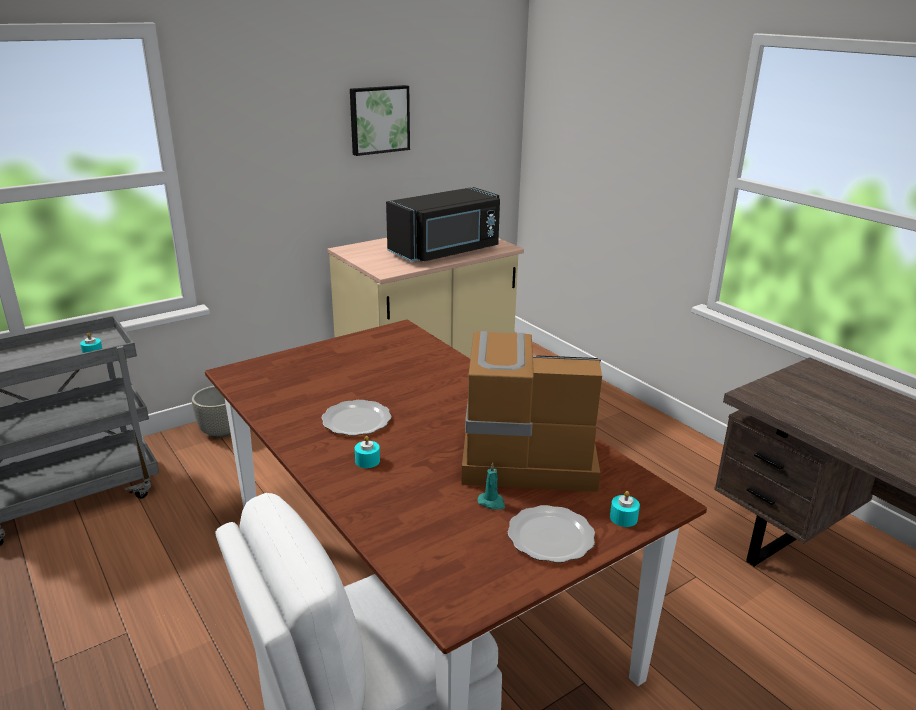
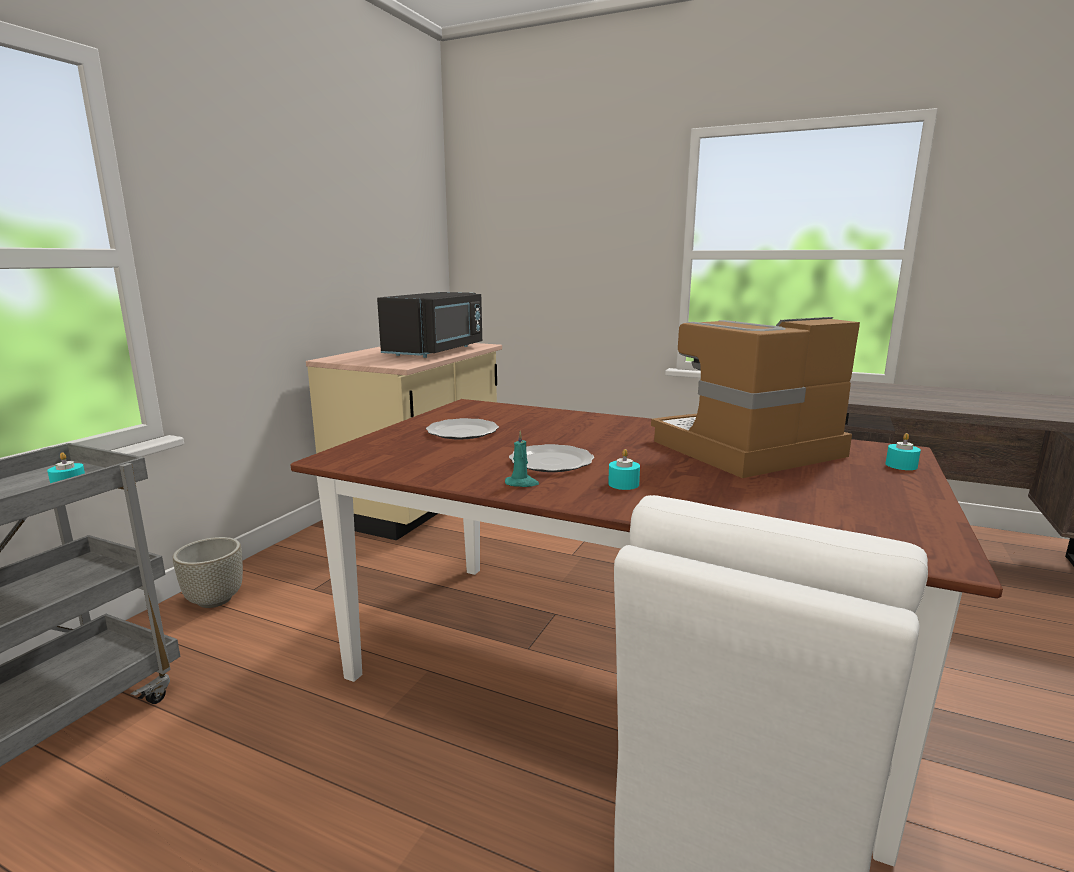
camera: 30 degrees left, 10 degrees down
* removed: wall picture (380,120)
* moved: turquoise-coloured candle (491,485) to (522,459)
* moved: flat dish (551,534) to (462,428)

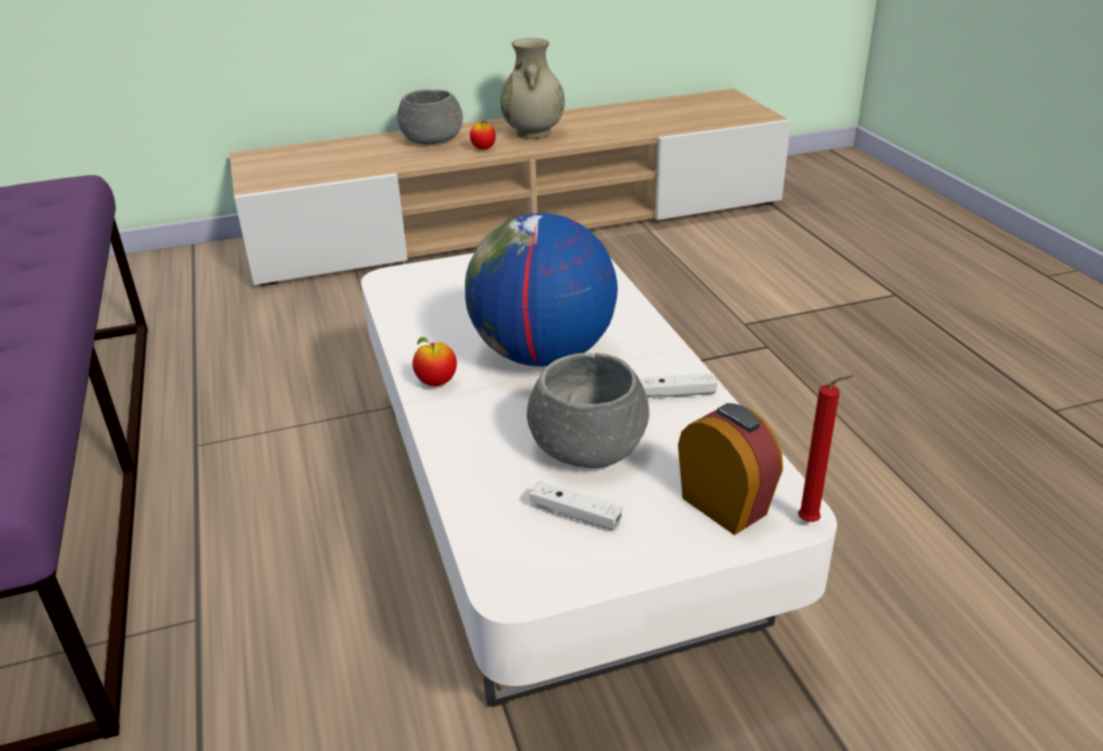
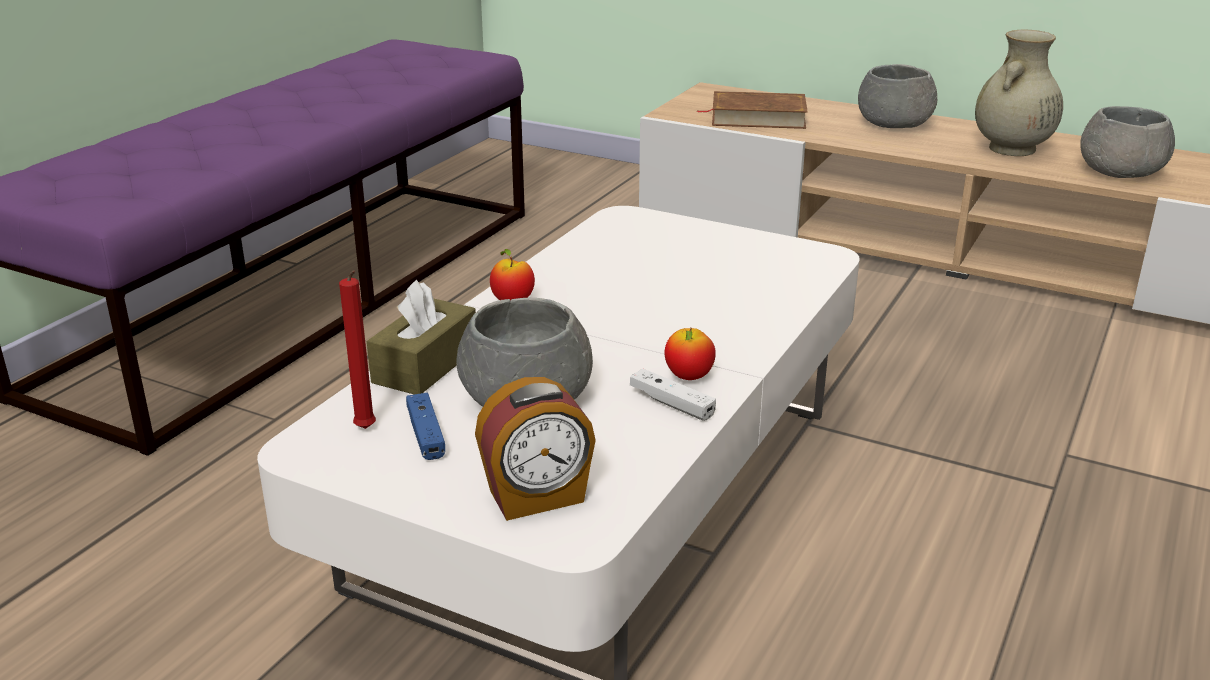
camera: 45 degrees right, 5 degrees down
* removed: world globe (541,290)
* added: brown-coloured tissue holder (421,337)
* added: brown-coloured book (752,110)
* added: gray deep dish (1127,142)
* moved: apple fruit (483,135) to (690,354)
* moved: reddish candle (826,448) to (357,349)
* recoloured: white-coloured game controller (576,506) to blue-coloured game controller (425,426)
* turned: table clock (730,469) = (535,449) 60 degrees clockwise

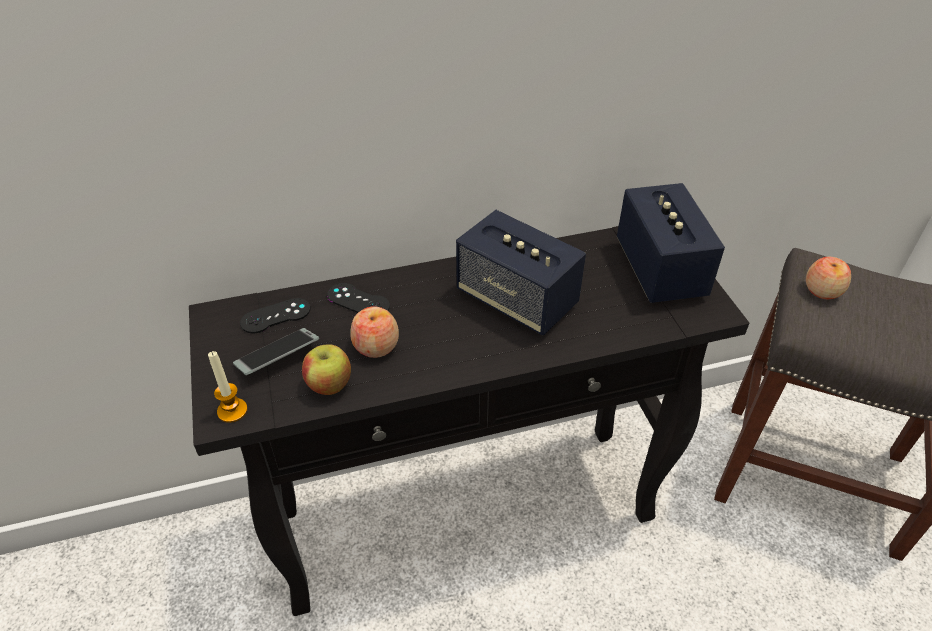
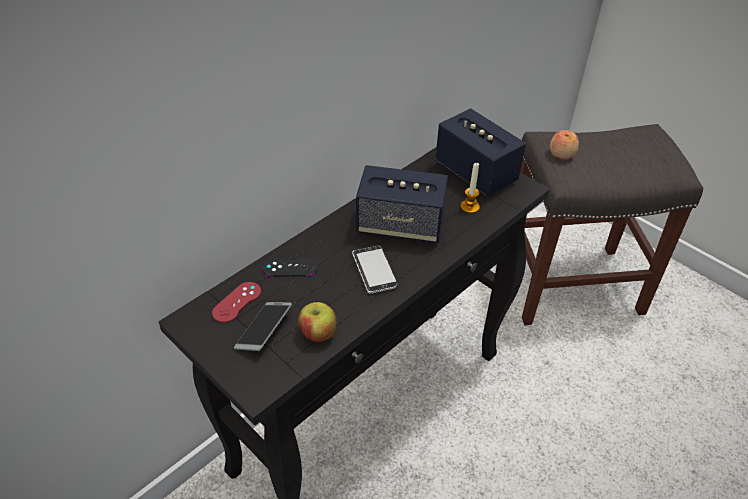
camera: 30 degrees left, 0 degrees up
* removed: apple fruit (374,332)
* added: telephone (375,269)
* moved: candle (228,387) to (470,187)
* recoloured: black-coloured game controller (275,315) to reddish game controller (236,302)

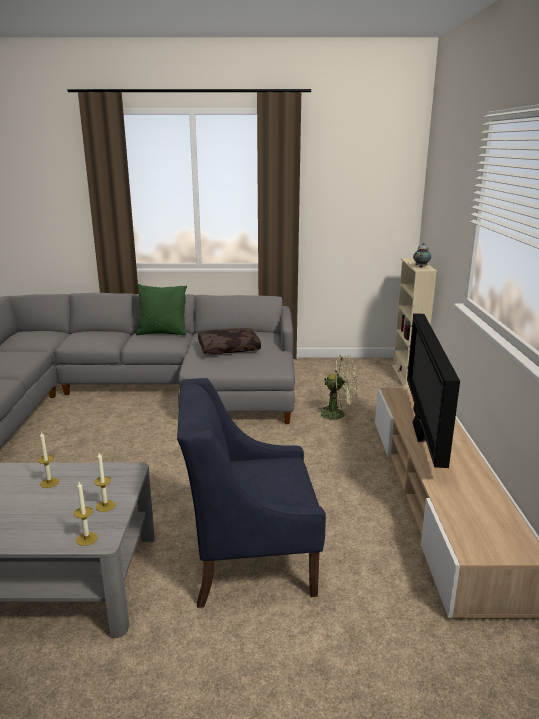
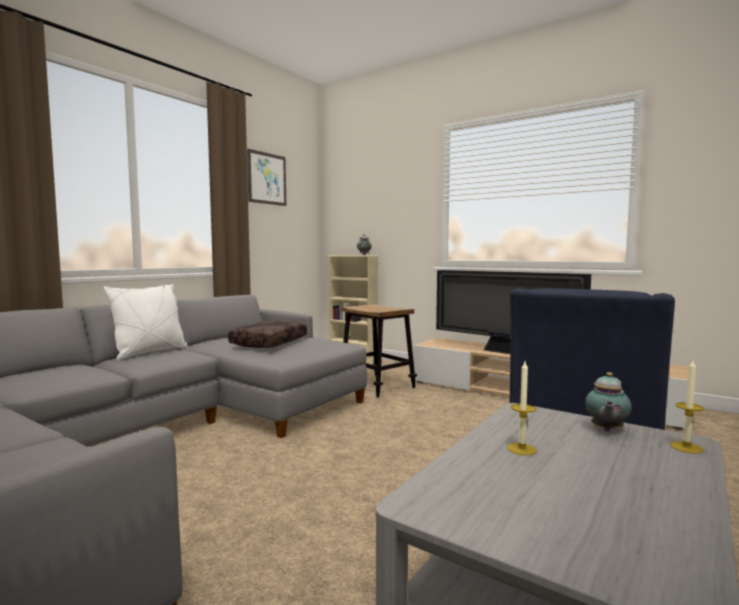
camera: 55 degrees left, 15 degrees down
* added: wall picture (266,177)
* replaced: candle (104,482) to teapot (608,401)
* replaced: green cooling fan (336,390) to stool (379,351)
* recoloured: green throw pillow (161,309) to white-coloured throw pillow (146,322)

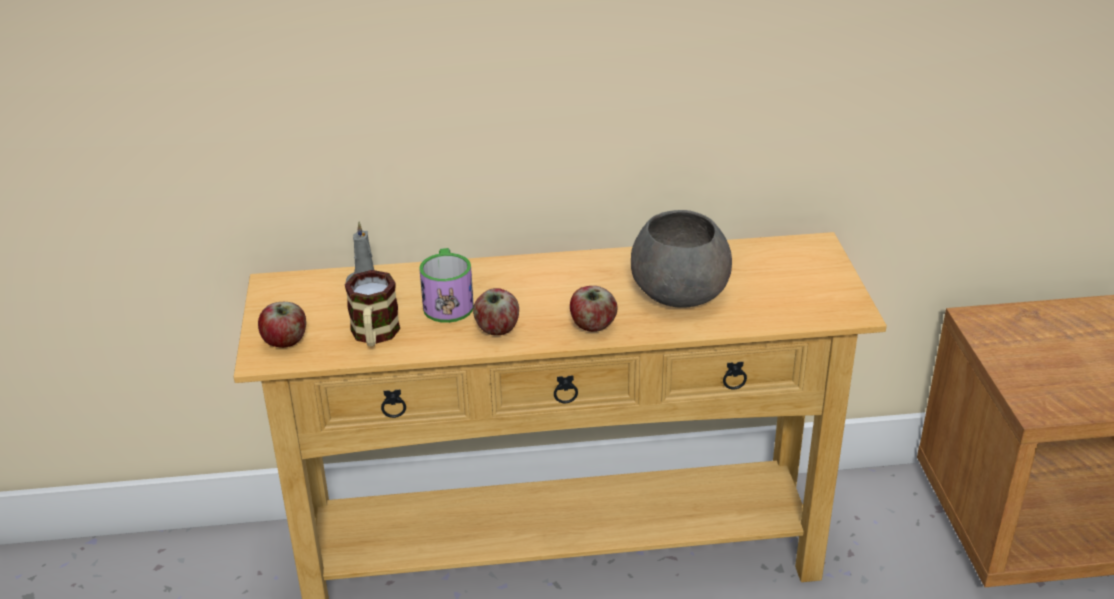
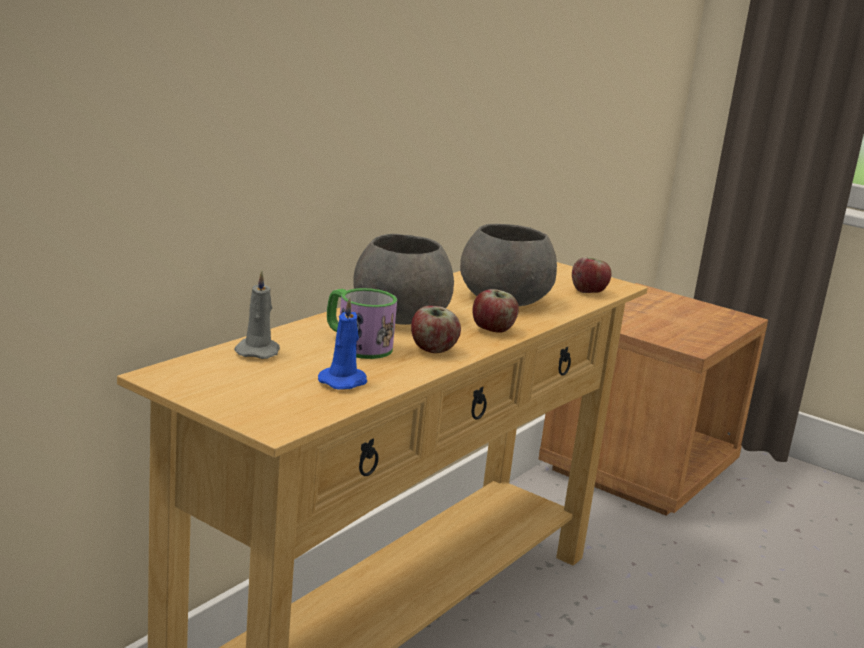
camera: 50 degrees left, 15 degrees down
* added: gray deep dish (403,279)
* moved: apple fruit (282,325) to (592,275)
* replaced: mug (372,308) to blue-coloured candle (343,343)

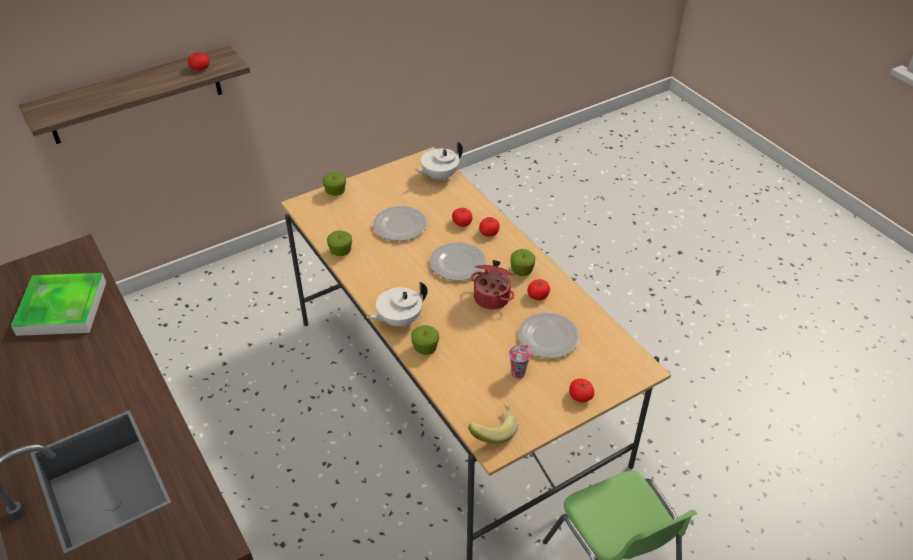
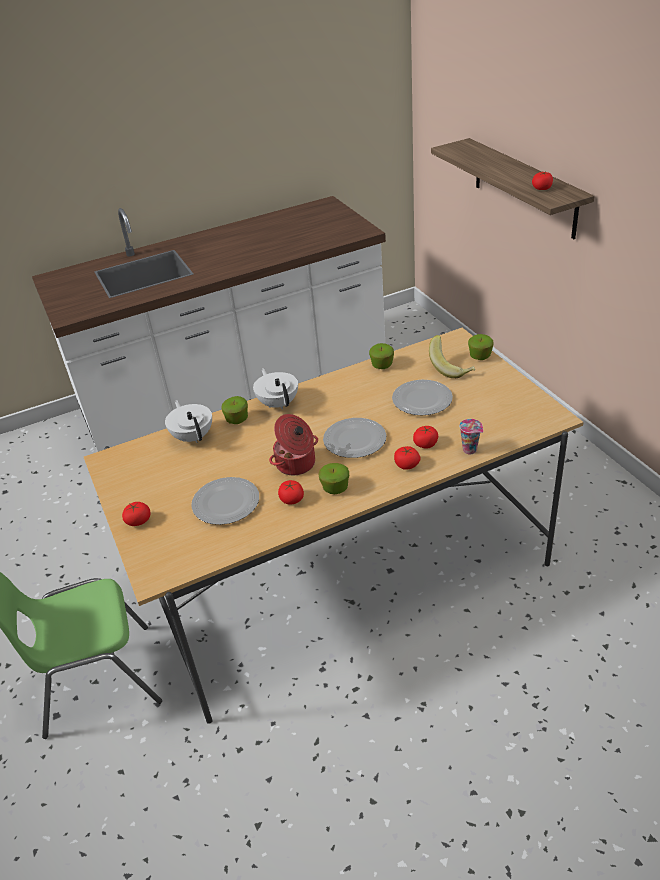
camera: 100 degrees right, 5 degrees down
* removed: carrying tray (58,304)
* moved: white-coloured teapot (439,161) to (188,421)
* moved: whole banana (493,424) to (452,356)
* moved: drinking cup (520,362) to (471,436)

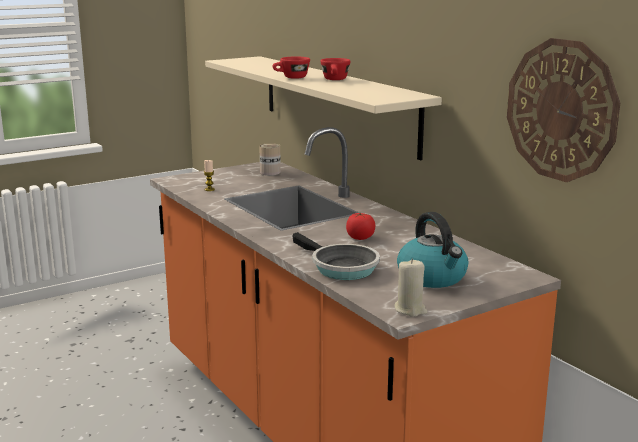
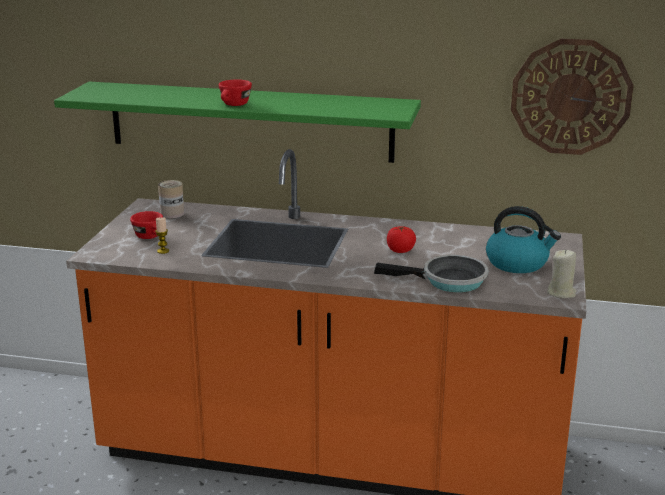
camera: 45 degrees left, 5 degrees up
* moved: reddish drinking cup (335,69) to (146,225)
* recoloured: beige-coloured bracket shelf (323,108) to green bracket shelf (237,122)

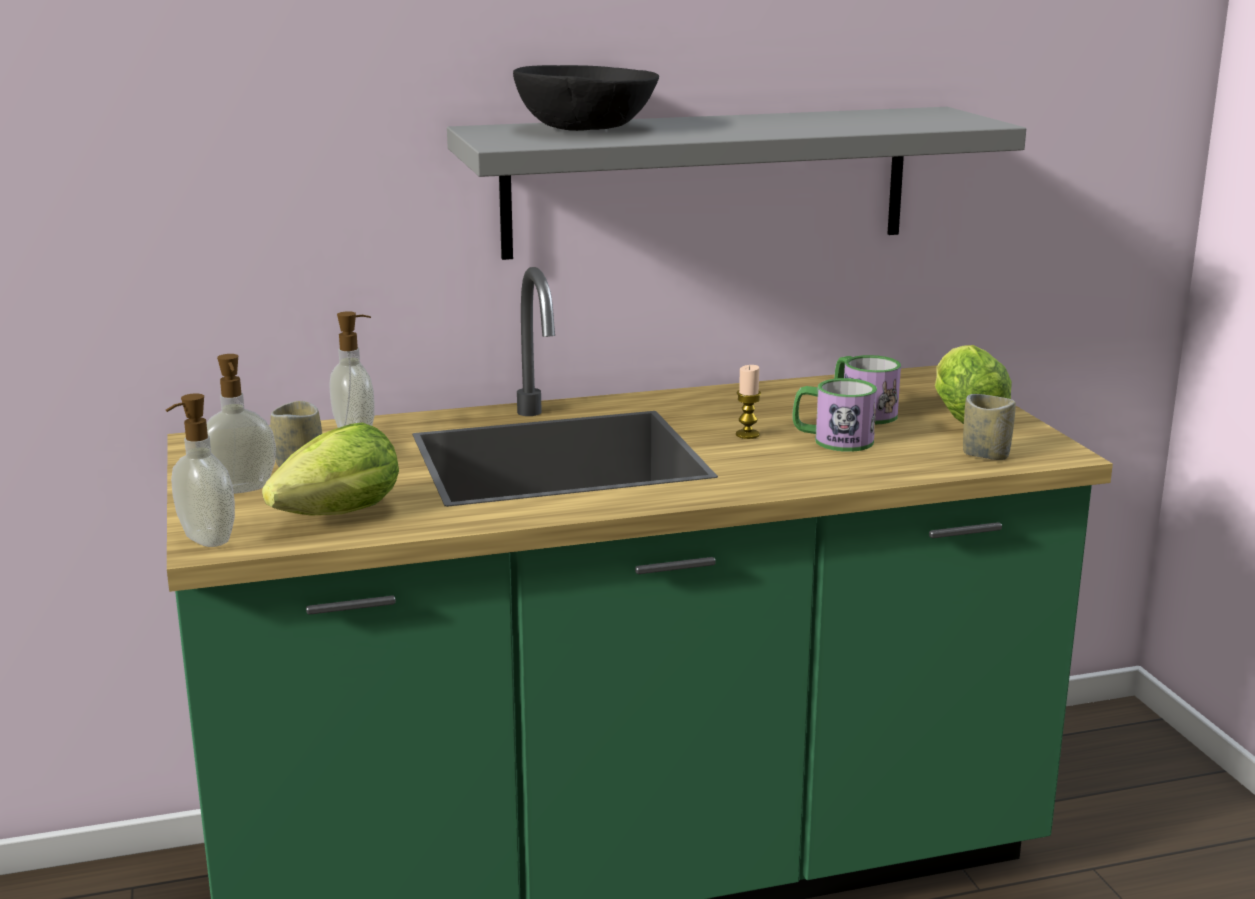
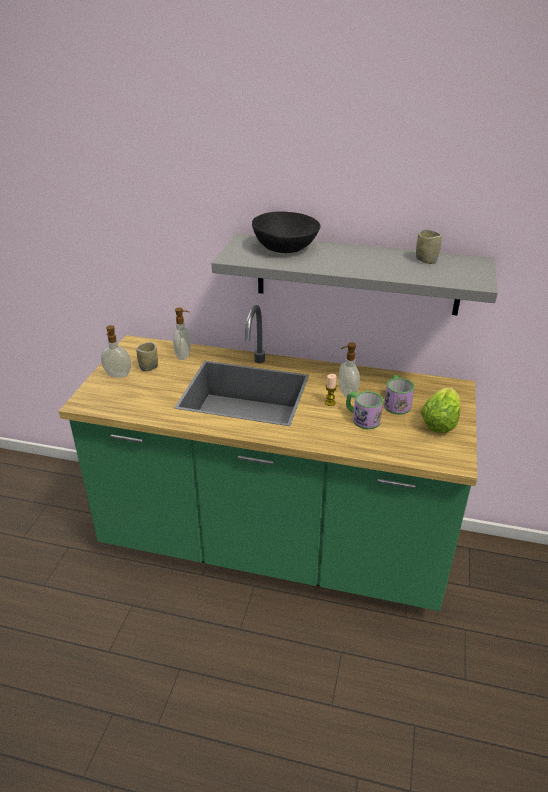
camera: 30 degrees right, 15 degrees up
* removed: head of lettuce (330,469)
* moved: soap dispenser (200,470) to (349,370)
* moved: drinking cup (989,427) to (429,246)

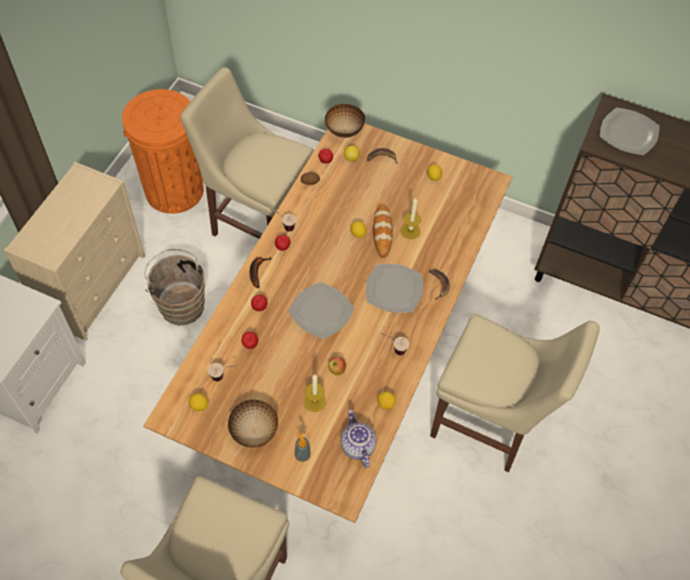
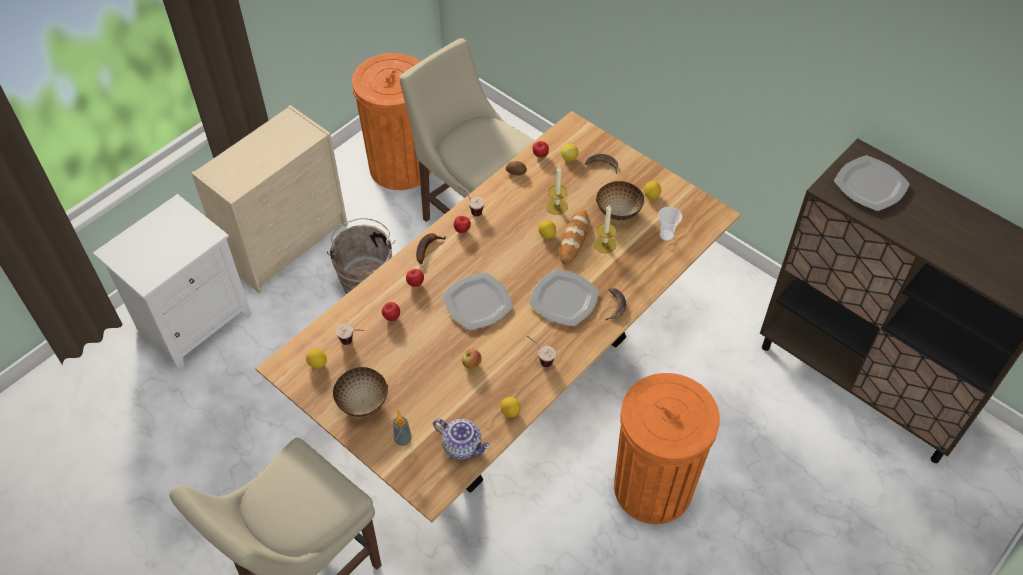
camera: 20 degrees right, 5 degrees down
* added: drinking cup (670,224)
* moved: candle (315,393) to (557,190)
* moved: deep dish (345,121) to (620,201)
* replaced: beige-coloured upright chair (515,393) to orange waste bin (667,448)
* turned: teapot (359,438) = (461,439) 120 degrees clockwise

